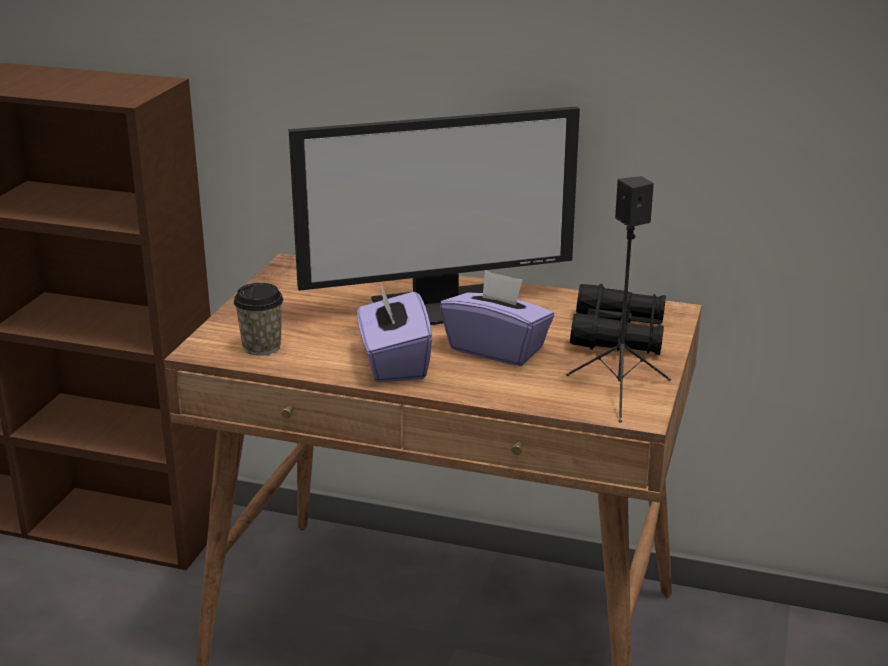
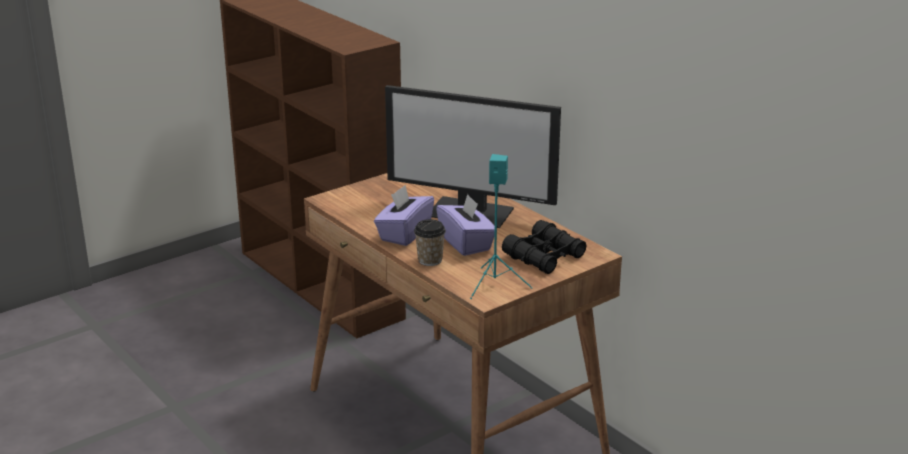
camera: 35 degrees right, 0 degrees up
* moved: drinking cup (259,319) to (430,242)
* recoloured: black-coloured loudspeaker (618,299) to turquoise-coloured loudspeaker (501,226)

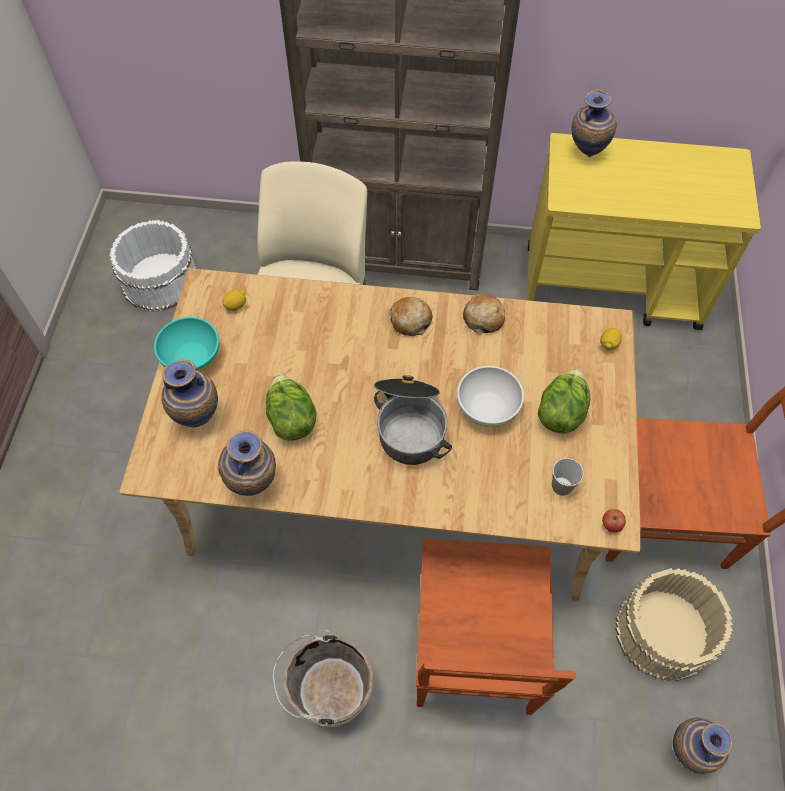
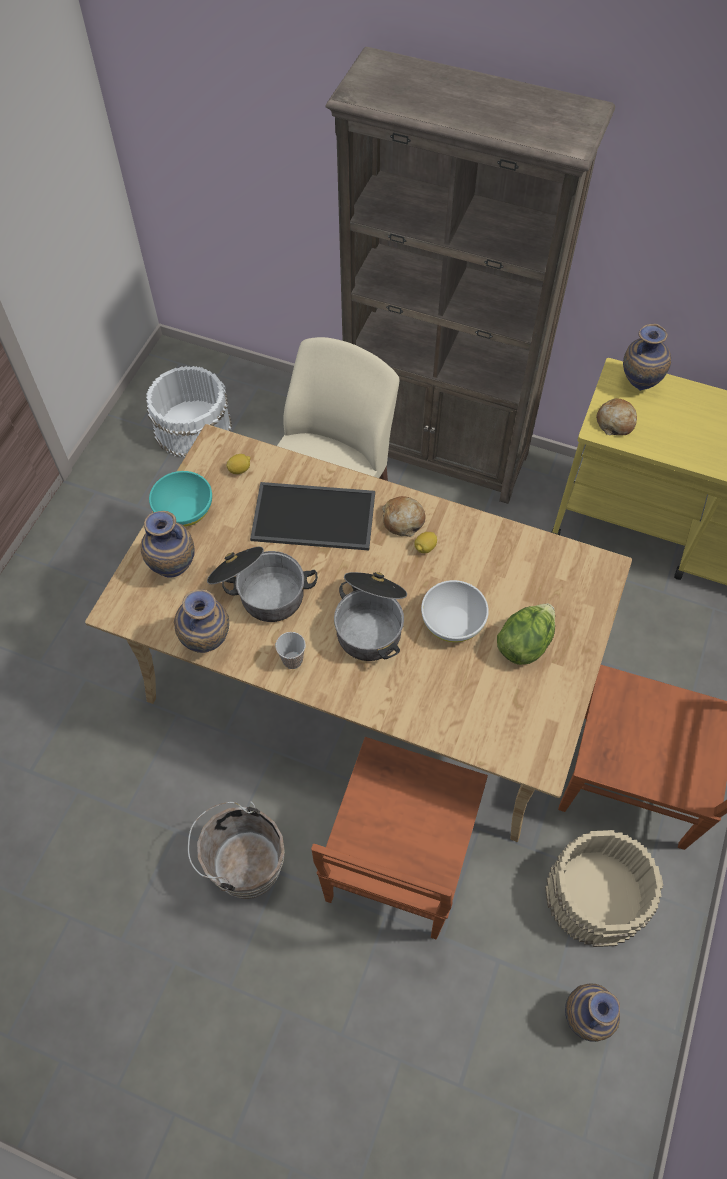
camera: 15 degrees right, 0 degrees up
* removed: apple fruit (614,520)
* added: carrying tray (312,516)
* moved: baked bread (484,314) to (616,417)
* moved: drinking cup (568,477) to (290,650)
* moved: citrus fruit (611,339) to (425,542)
* replaced: head of lettuce (291,407) to stockpot (262,584)

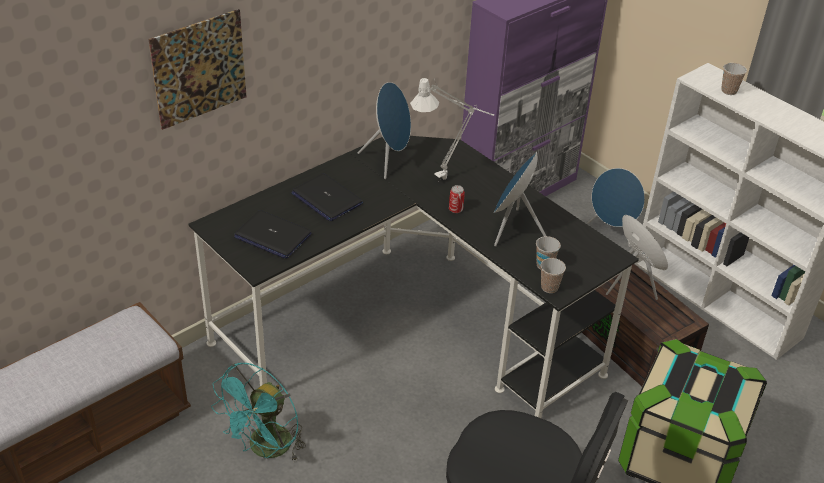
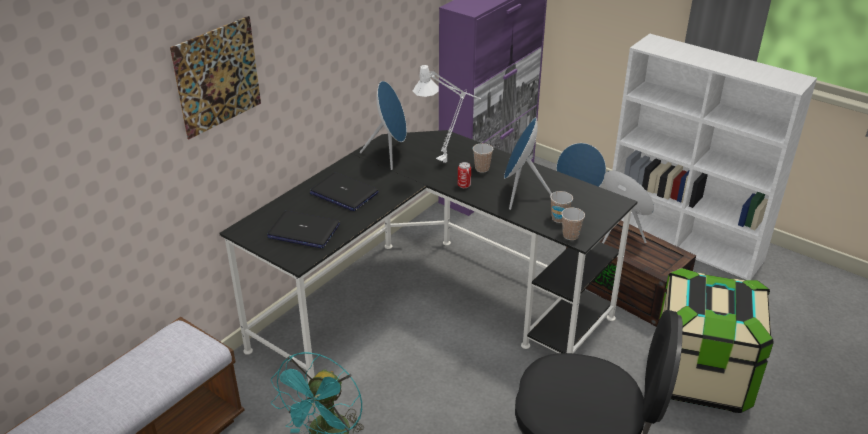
camera: 10 degrees left, 5 degrees down
* moved: drinking cup (734,79) to (483,158)

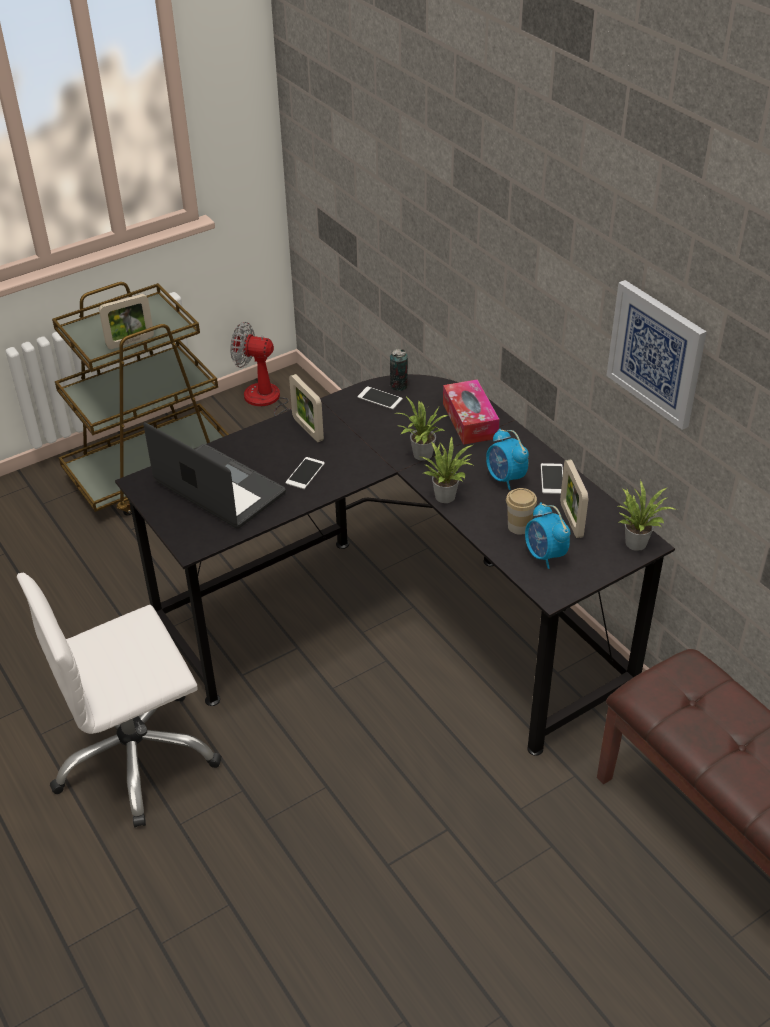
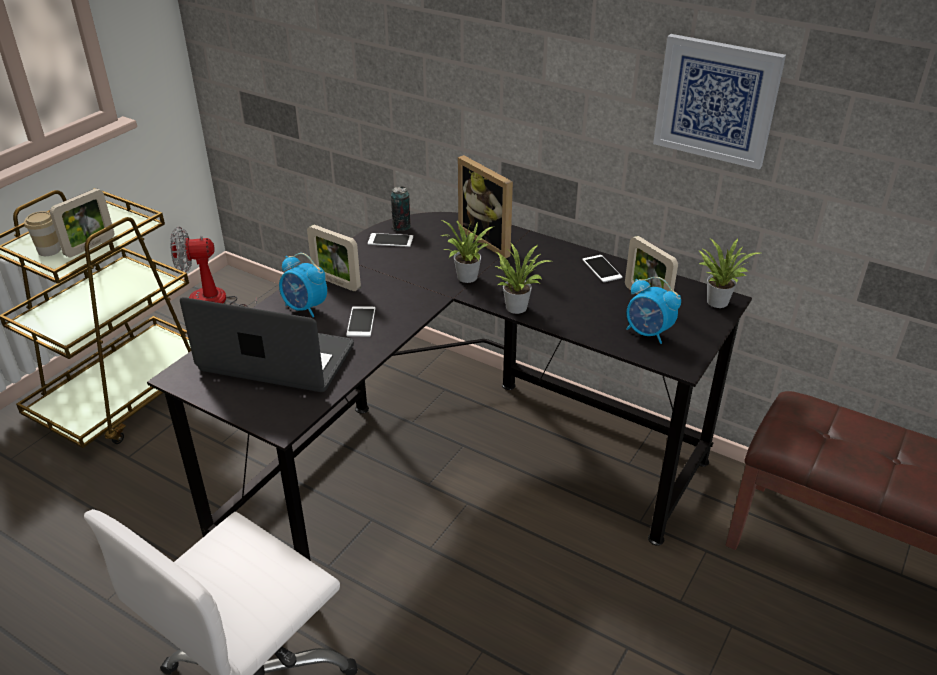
camera: 25 degrees left, 5 degrees down
* moved: table clock (507,459) to (303,285)
* moved: drinking cup (521,511) to (42,233)
* replaced: tissue holder (471,412) to photo frame (485,206)

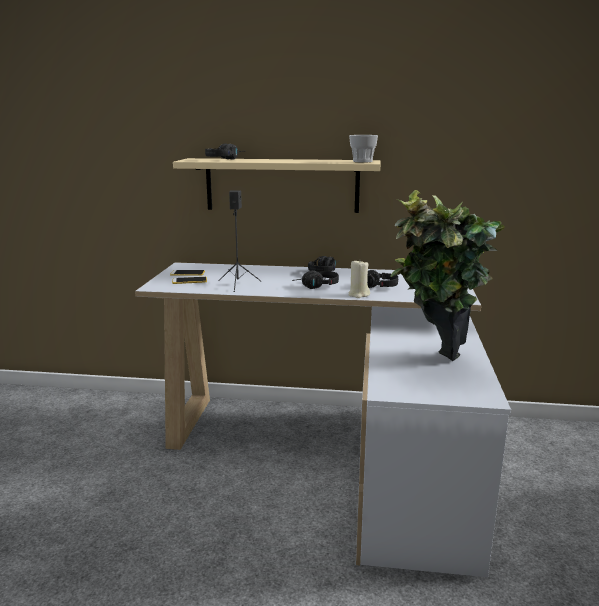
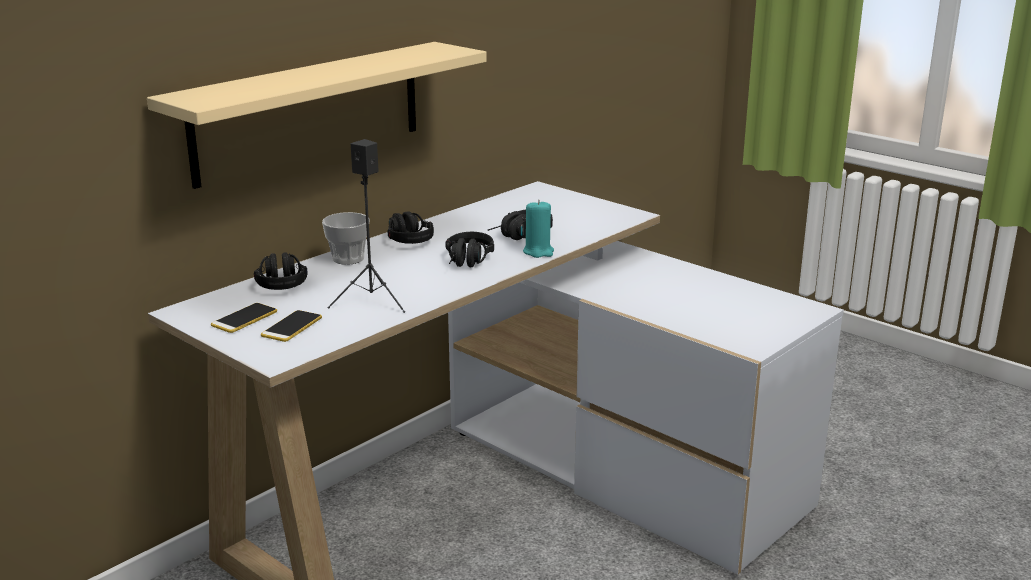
camera: 55 degrees left, 5 degrees up
* removed: potted plant (447,275)
* moved: black-coloured headphones (224,151) to (281,271)
* moved: drinking cup (363,149) to (346,238)
* recoloured: beige-coloured candle (359,279) to turquoise-coloured candle (538,229)

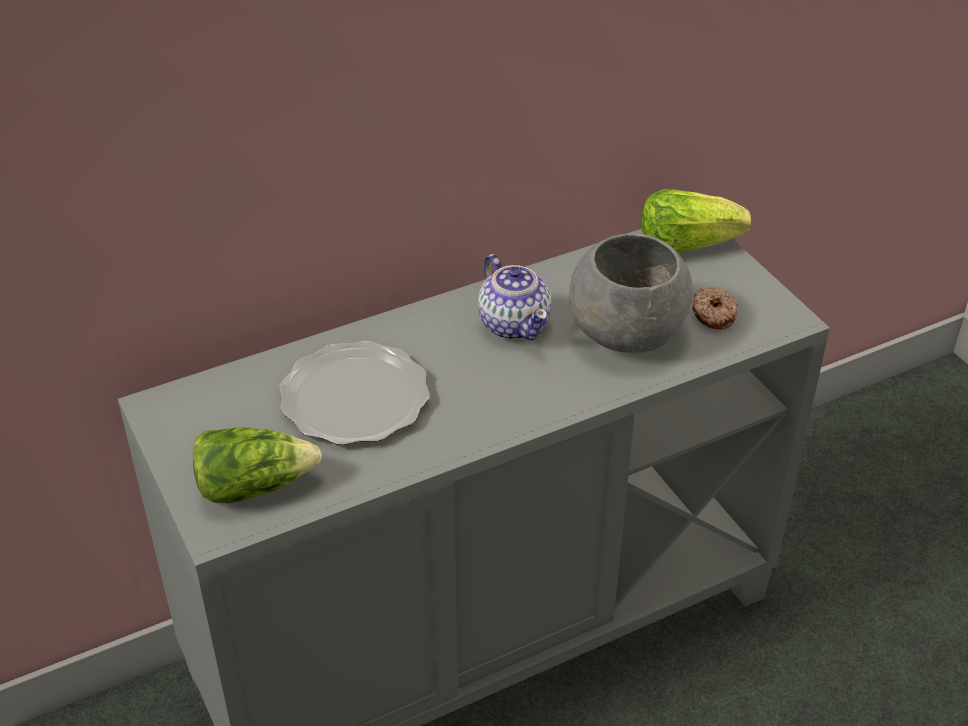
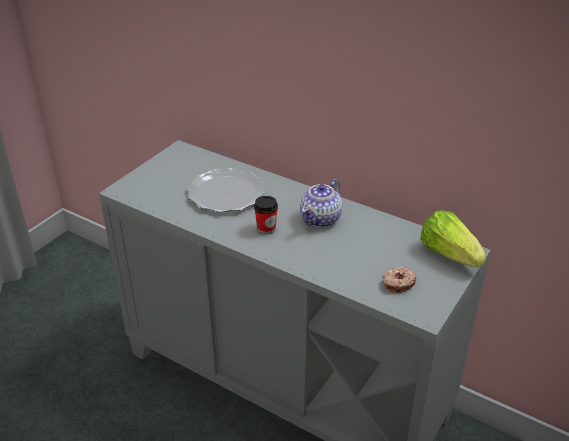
camera: 60 degrees right, 5 degrees down
* removed: head of lettuce (257,465)
* removed: gray deep dish (631,293)
* added: drinking cup (266,215)

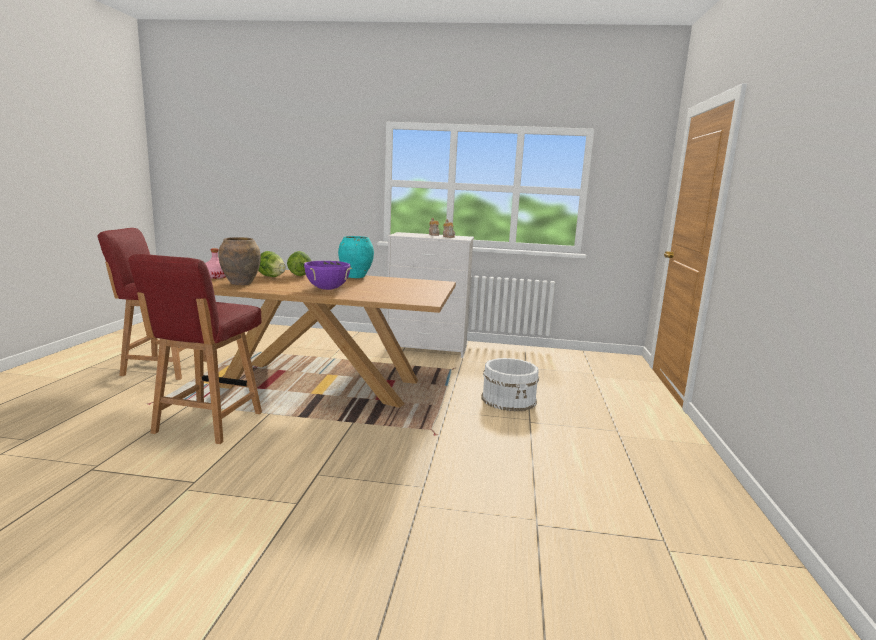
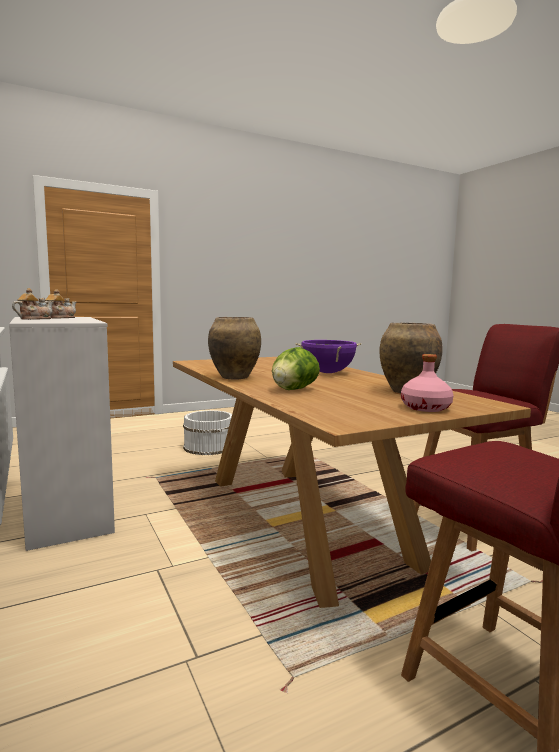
camera: 125 degrees left, 5 degrees down
* removed: head of lettuce (272,264)
* recoloured: turquoise-coloured flower vase (356,257) to brown-coloured flower vase (234,348)

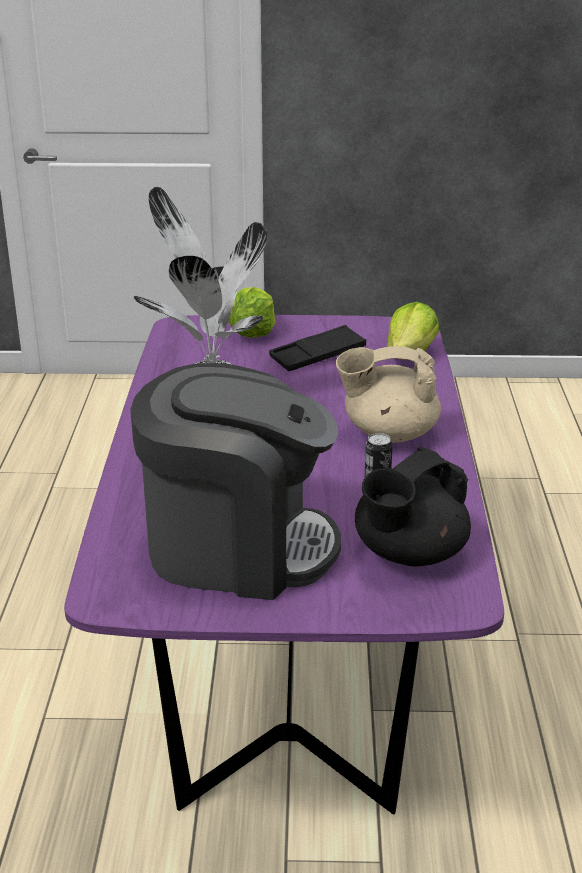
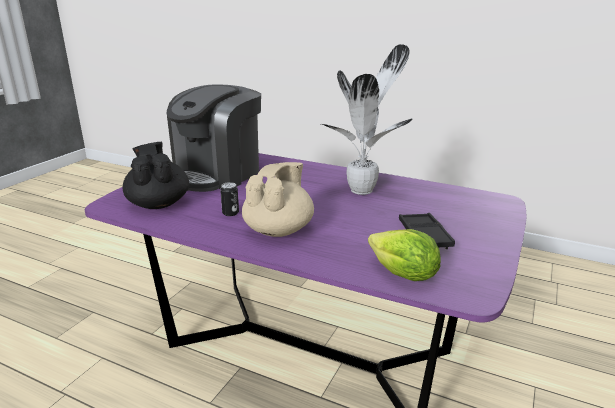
camera: 115 degrees right, 5 degrees down
* removed: head of lettuce (252,312)

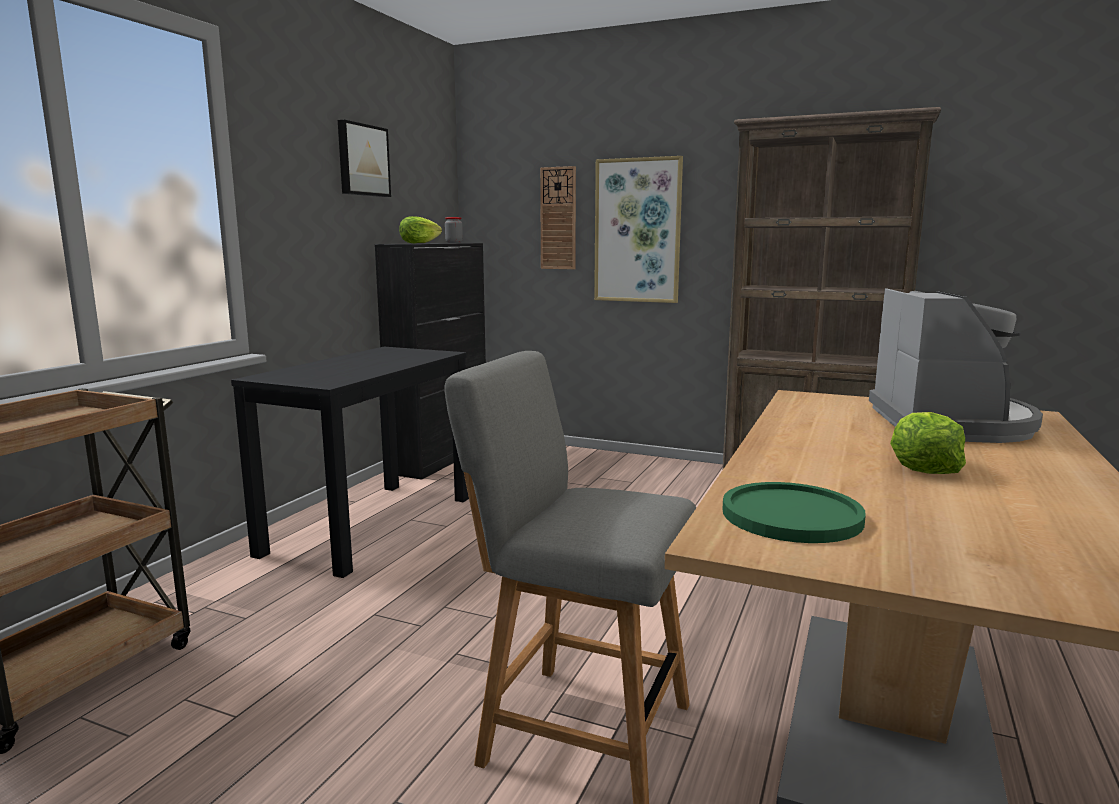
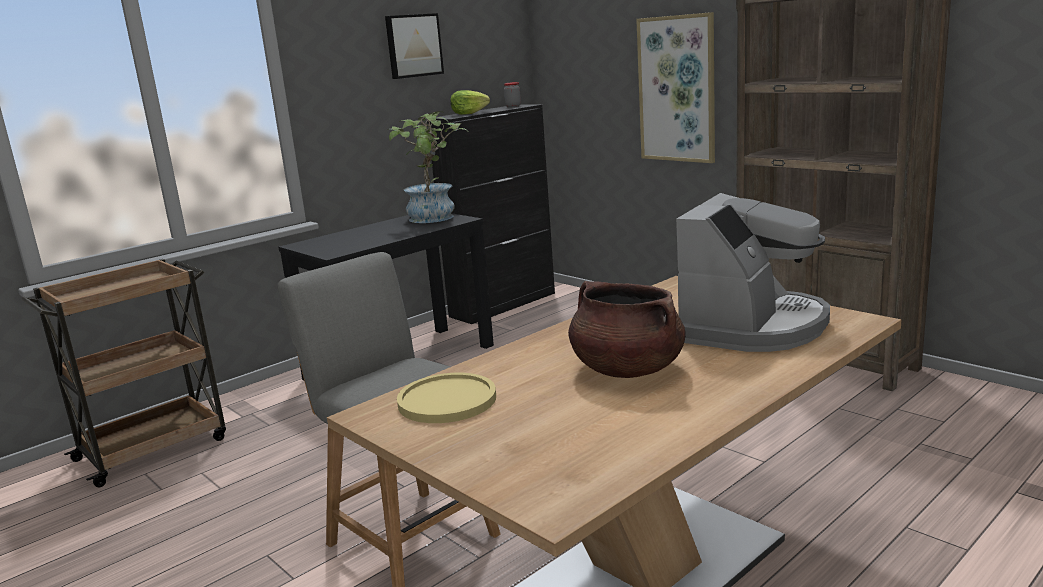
camera: 25 degrees right, 5 degrees up
* removed: wall clock (558,217)
* added: potted plant (428,167)
* replaced: head of lettuce (928,443) to brown-coloured stockpot (627,329)
* recoloured: green flat dish (794,512) to yellow flat dish (446,398)

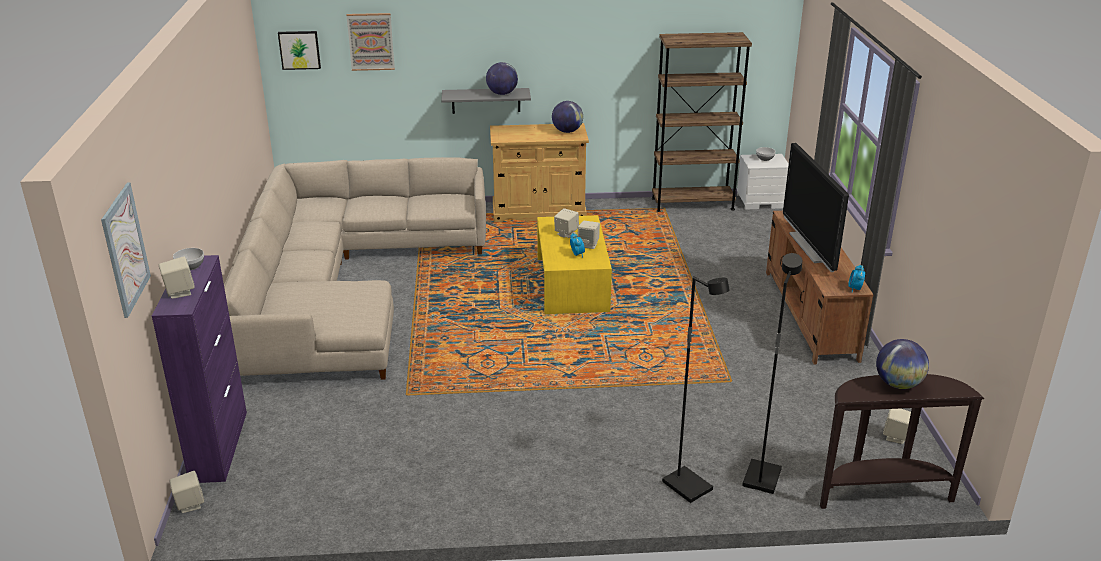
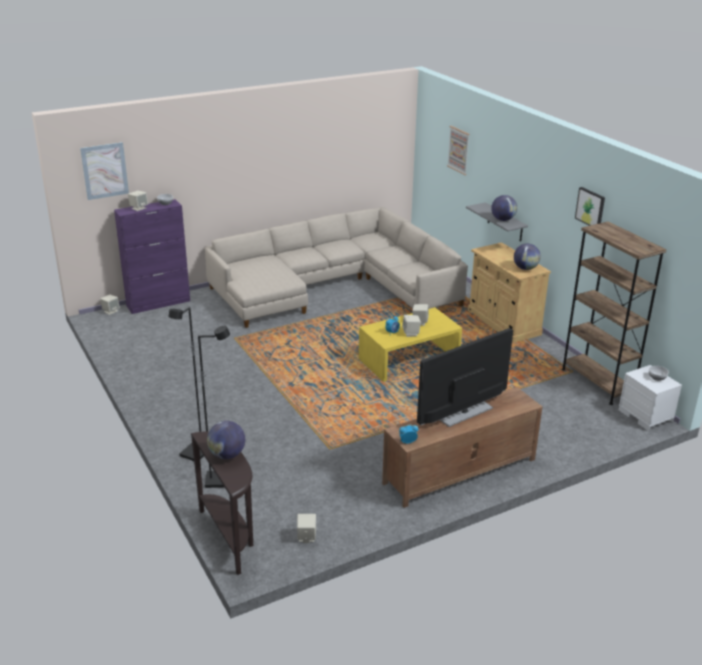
camera: 65 degrees right, 0 degrees up
* moved: wall picture (299,50) to (590,206)

